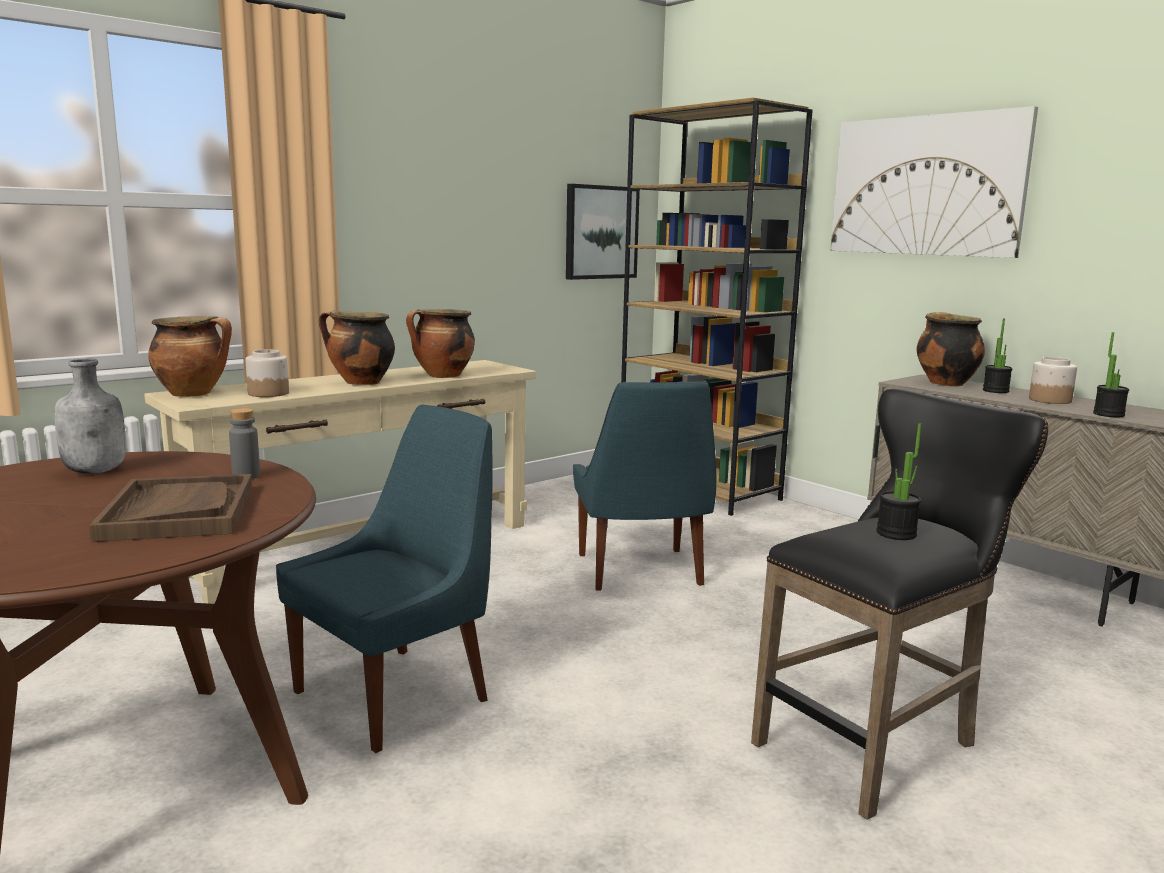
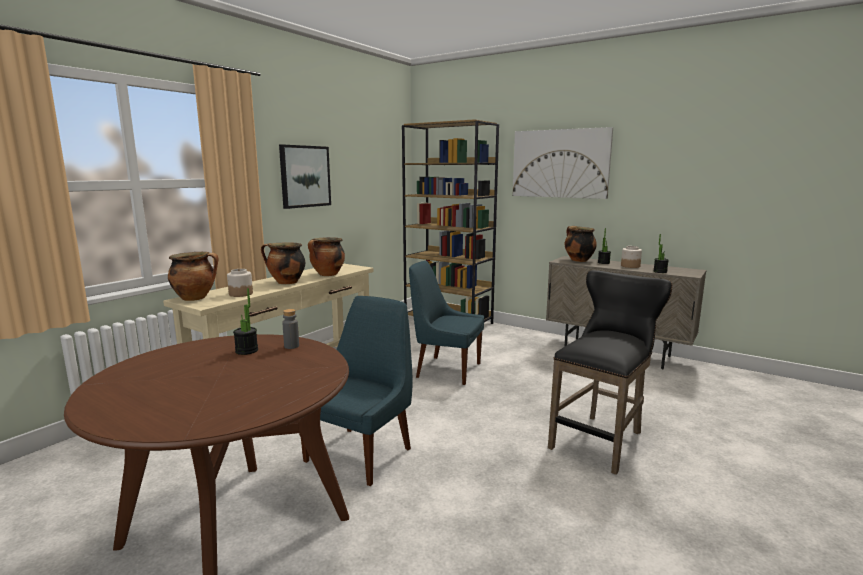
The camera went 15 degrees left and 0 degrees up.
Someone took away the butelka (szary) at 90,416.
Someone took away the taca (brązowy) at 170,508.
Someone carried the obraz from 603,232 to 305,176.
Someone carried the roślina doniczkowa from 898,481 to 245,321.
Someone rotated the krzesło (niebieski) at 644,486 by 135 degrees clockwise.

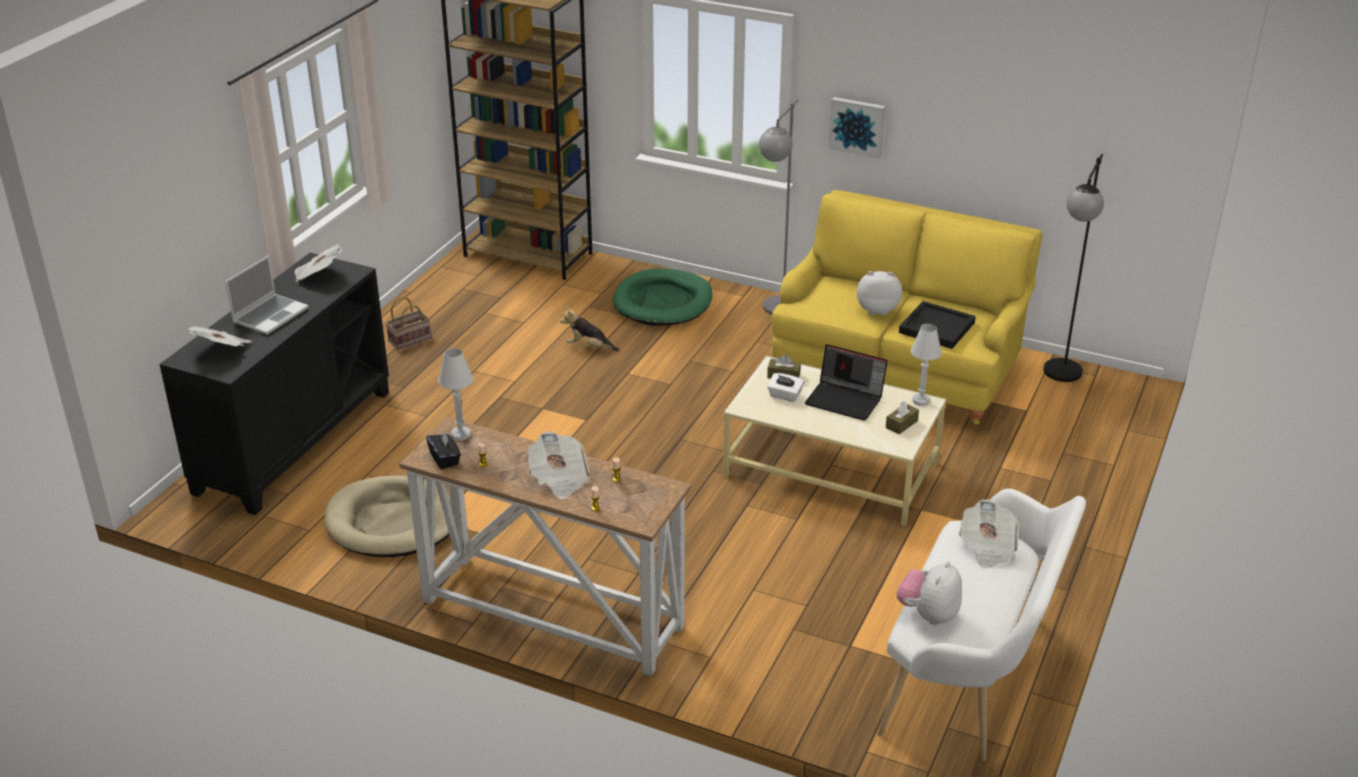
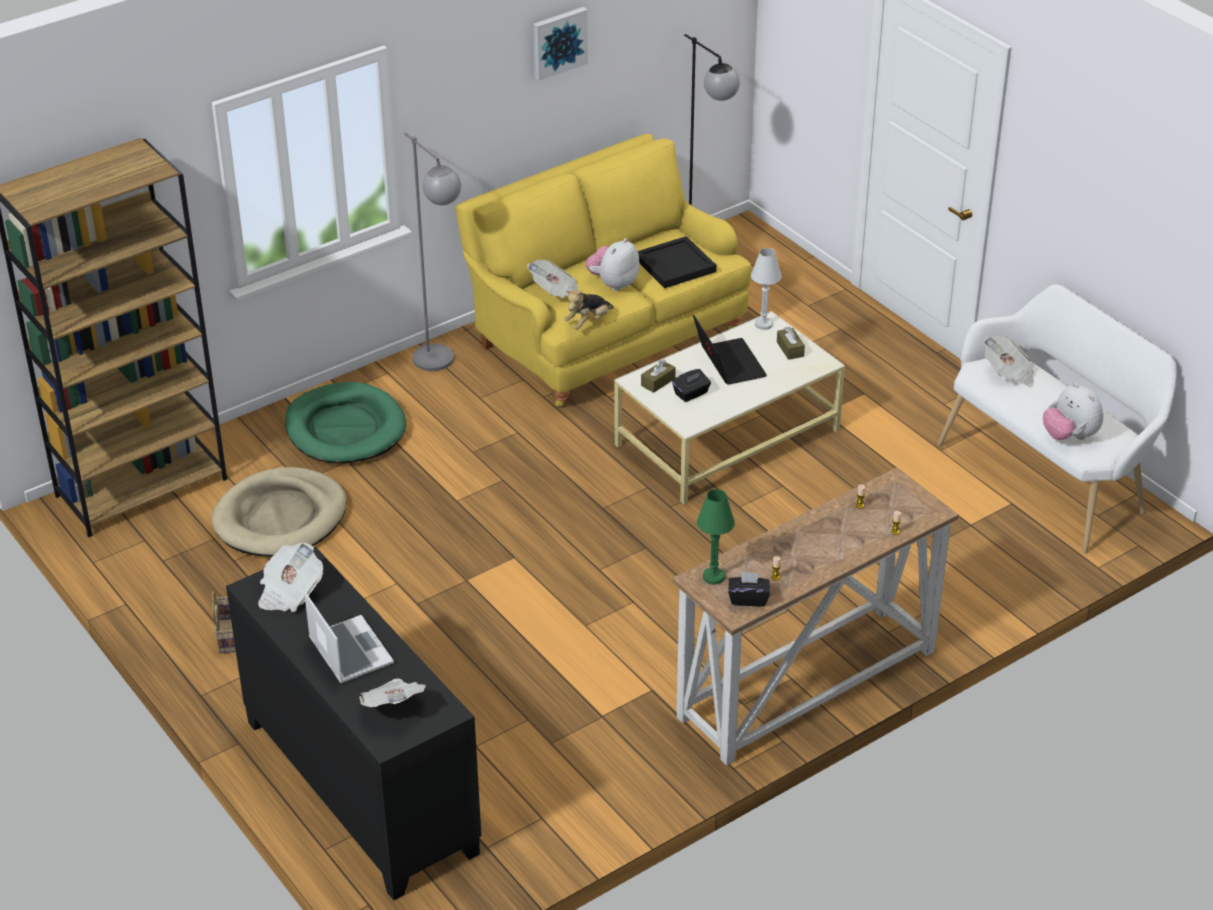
The camera went 60 degrees left and 5 degrees up.
Someone carried the legowisko (beżowy) from 388,516 to 279,512.
Someone carried the gazeta from 559,465 to 553,279.
Someone carried the pluszak from 589,328 to 589,310.
Someone carried the obraz from 857,128 to 560,44.
Someone repainted the lampa stołowa (biały) at 455,394, which became the lampa stołowa (zielony) at 716,537.
Someone repainted the pudełko chusteczek (biały) at 785,387, which became the pudełko chusteczek (czarny) at 691,385.
Someone rotated the laptop at 846,382 by 75 degrees counterclockwise.

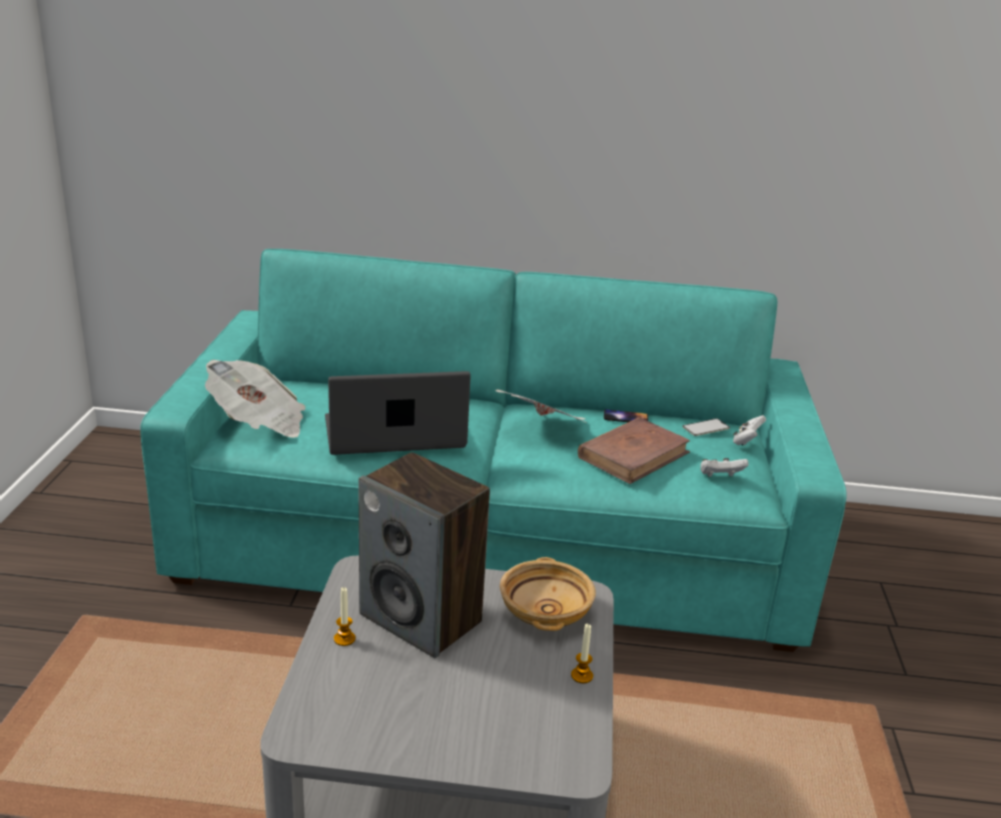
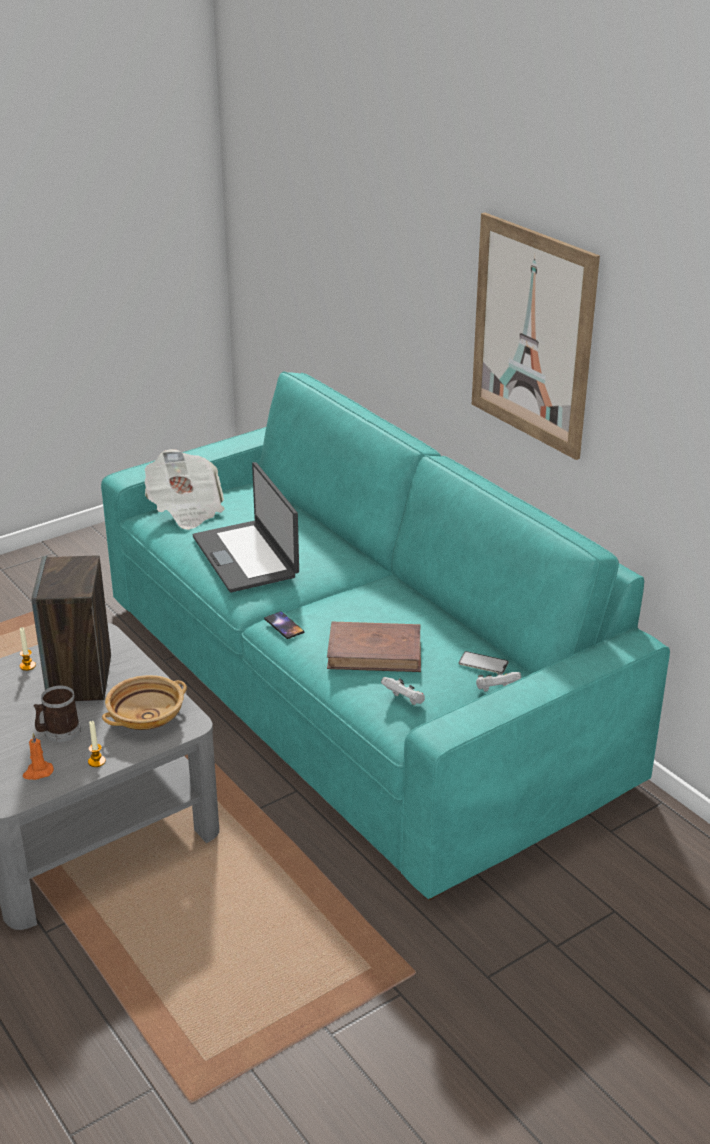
The camera went 50 degrees right and 5 degrees up.
Someone took away the gazeta at 541,406.
Someone put down the świeca (pomarańczowy) at 38,756.
Someone put down the kubek at 57,713.
Someone put up the obraz at 536,336.
Someone carried the telefon from 626,415 to 284,625.
Someone rotated the laptop at 398,413 by 150 degrees counterclockwise.

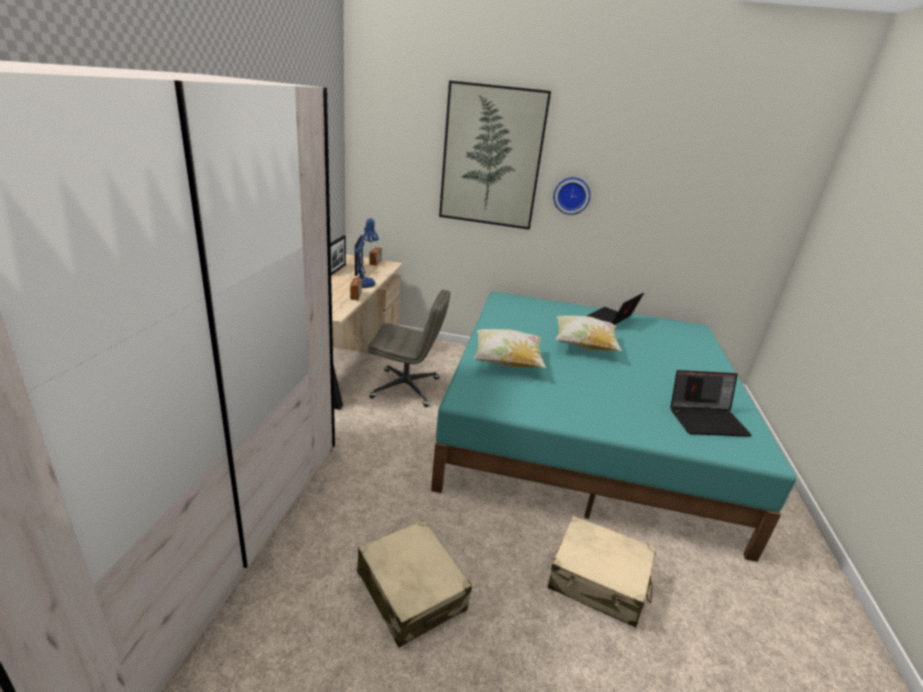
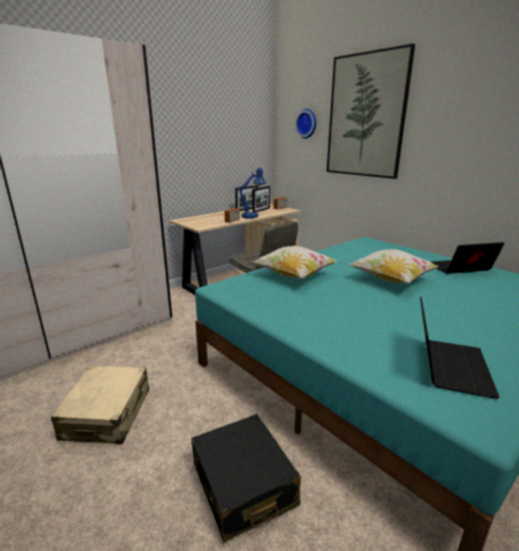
The camera went 40 degrees right and 5 degrees down.
Someone carried the zegar ścienny from 572,196 to 306,124.
Someone repainted the walizka (beżowy) at 602,571, which became the walizka (czarny) at 246,478.
Someone rotated the laptop at 711,403 by 105 degrees counterclockwise.

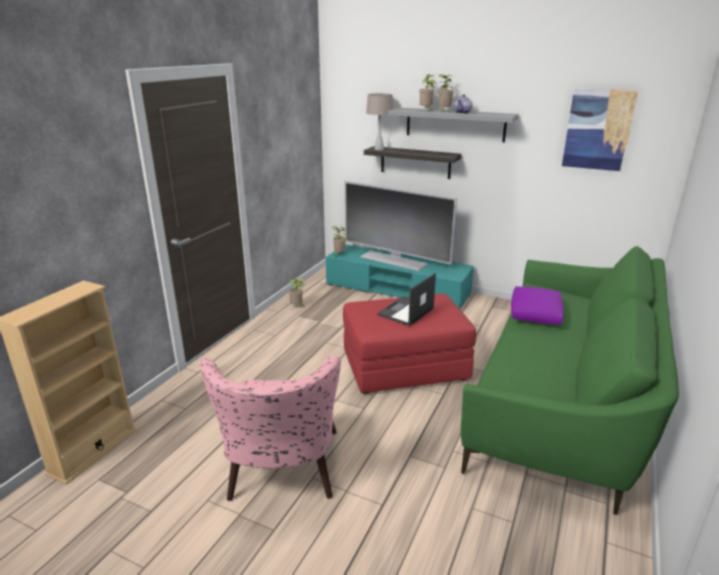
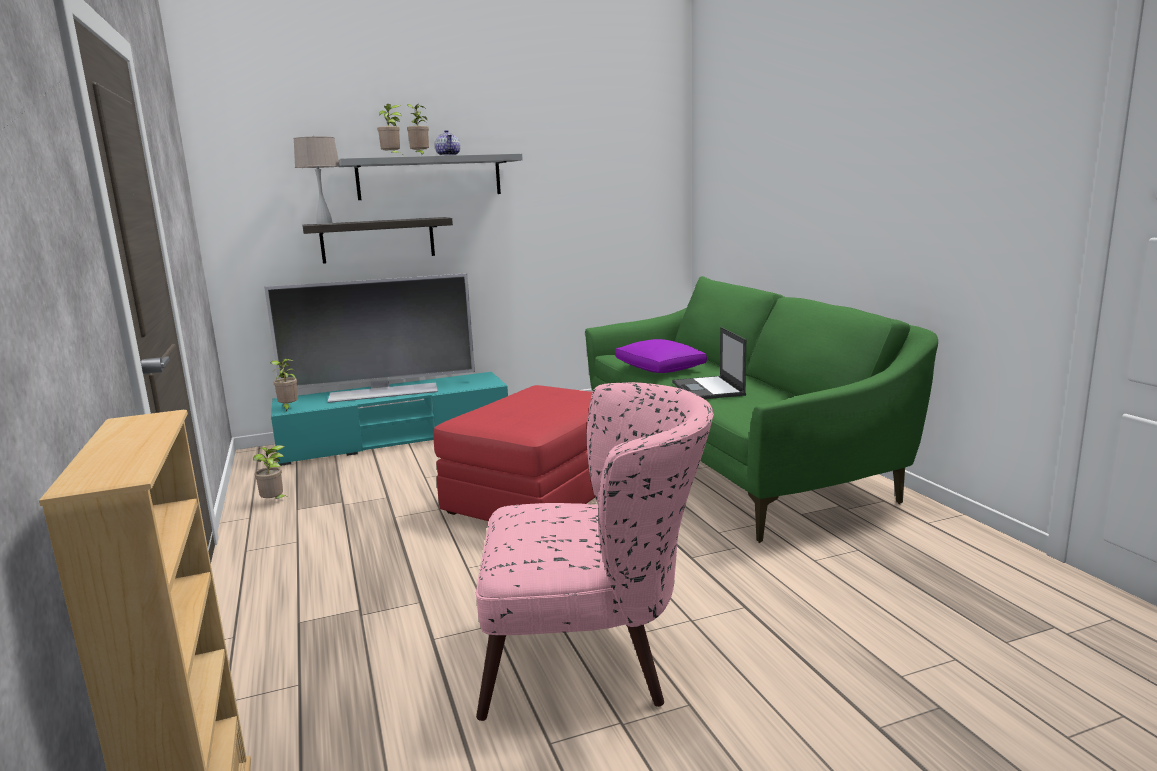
The camera went 45 degrees left and 10 degrees down.
Someone took away the obraz at 600,129.
Someone carried the laptop from 406,299 to 709,363.
Someone rotated the fotel (różowy) at 270,428 by 45 degrees counterclockwise.

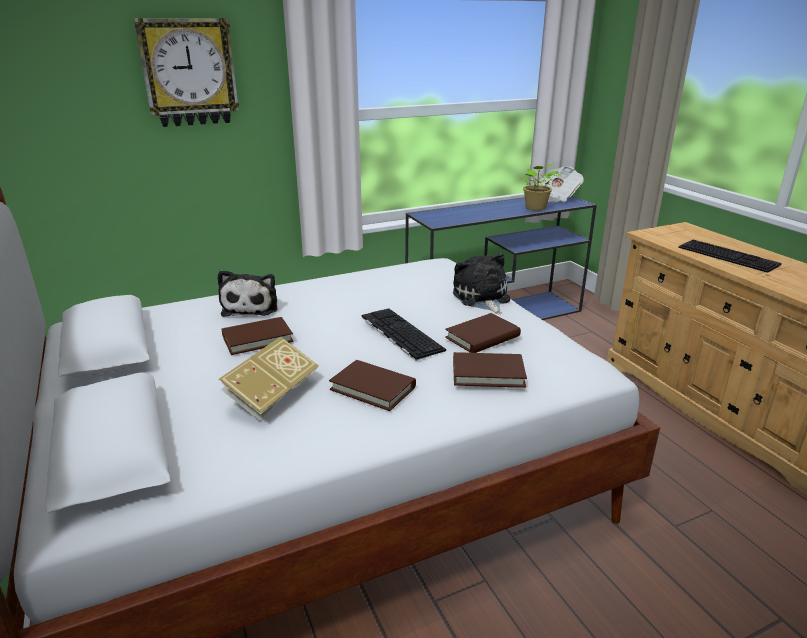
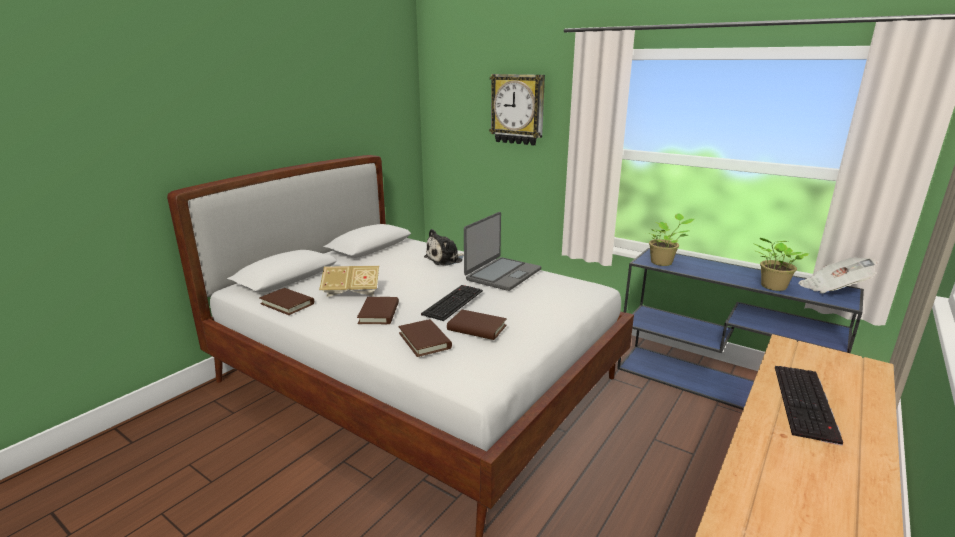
The camera went 60 degrees right and 5 degrees down.
Someone took away the pluszak at 481,283.
Someone put down the laptop at 502,251.
Someone put down the roślina doniczkowa at 670,239.
Someone carried the książka (brązowy) from 258,336 to 286,301.

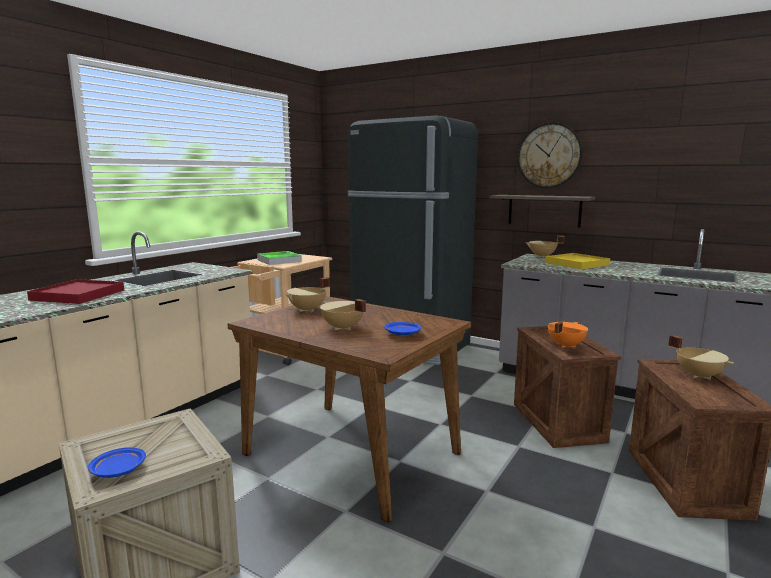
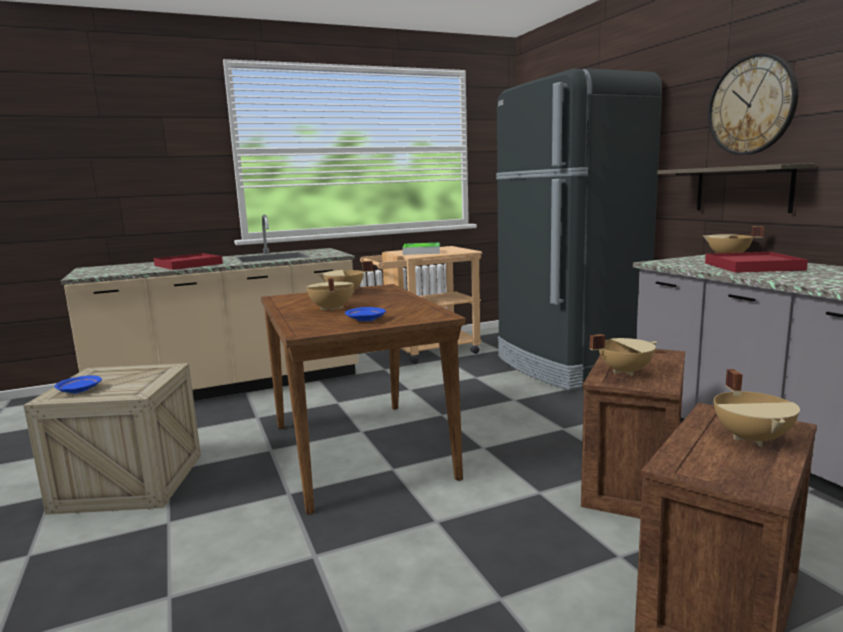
The camera went 35 degrees right and 0 degrees up.
Someone repainted the taca (żółty) at 577,261, which became the taca (czerwony) at 756,262.
Someone repainted the garnek (pomarańczowy) at 568,335, which became the garnek (beżowy) at 623,354.

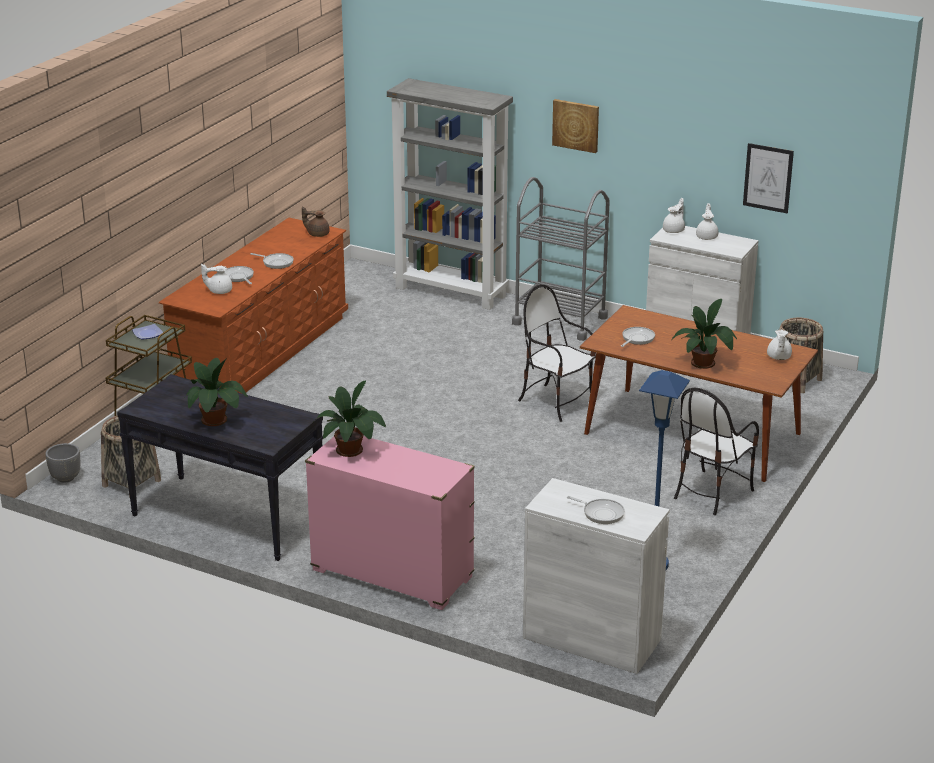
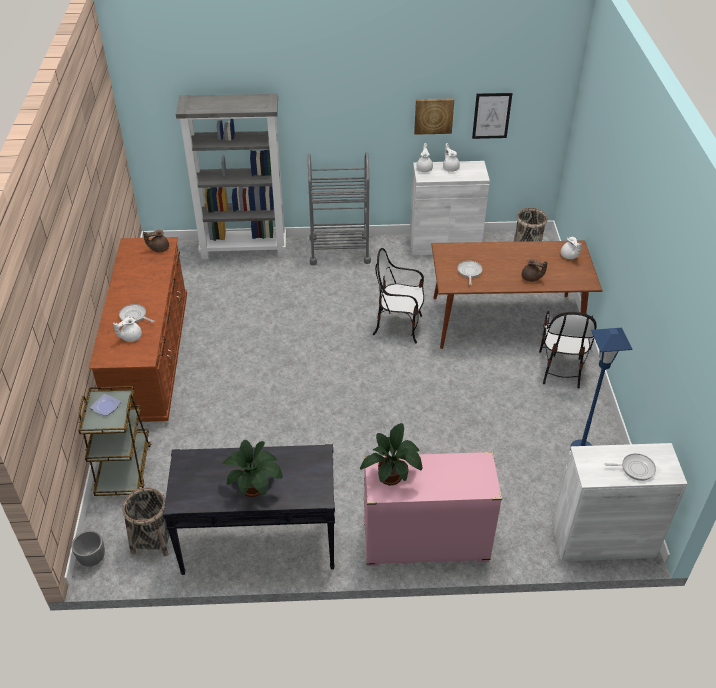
The camera went 30 degrees left and 15 degrees up.
Someone took away the patelnia at 272,261.
Someone carried the obraz from 575,126 to 434,116.
Someone swapped the roślina doniczkowa at 704,334 for the imbryk (brązowy) at 534,270.

